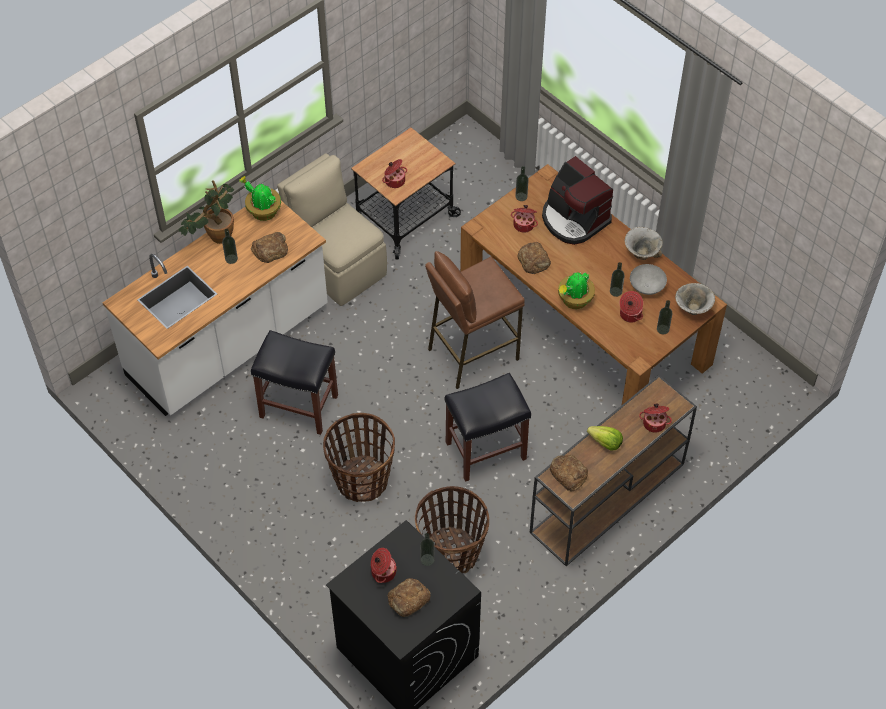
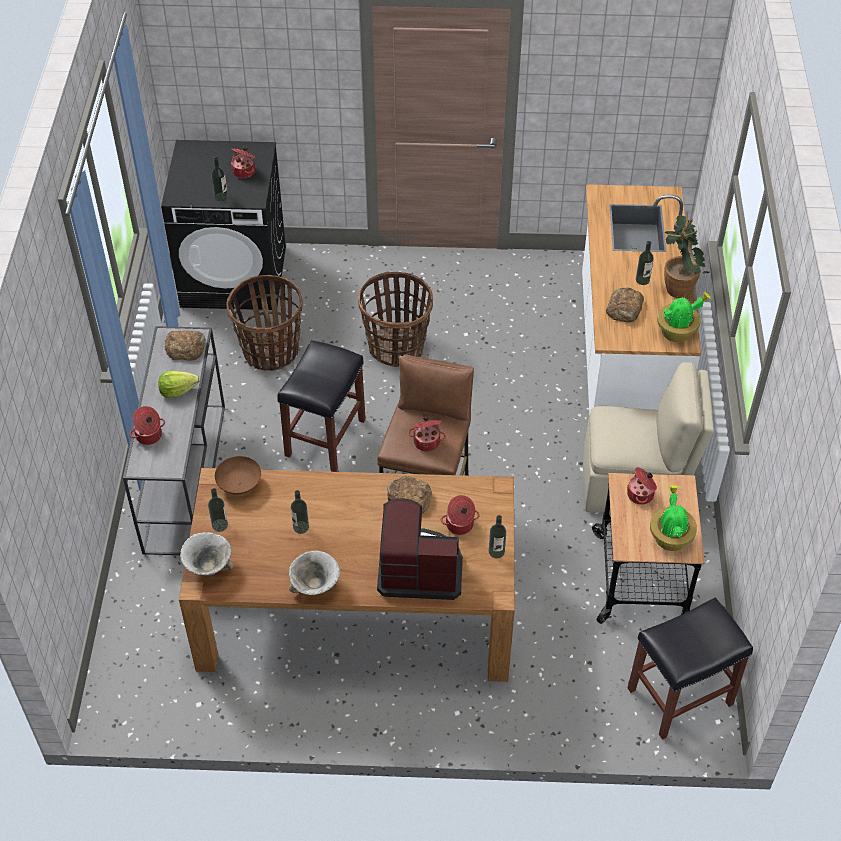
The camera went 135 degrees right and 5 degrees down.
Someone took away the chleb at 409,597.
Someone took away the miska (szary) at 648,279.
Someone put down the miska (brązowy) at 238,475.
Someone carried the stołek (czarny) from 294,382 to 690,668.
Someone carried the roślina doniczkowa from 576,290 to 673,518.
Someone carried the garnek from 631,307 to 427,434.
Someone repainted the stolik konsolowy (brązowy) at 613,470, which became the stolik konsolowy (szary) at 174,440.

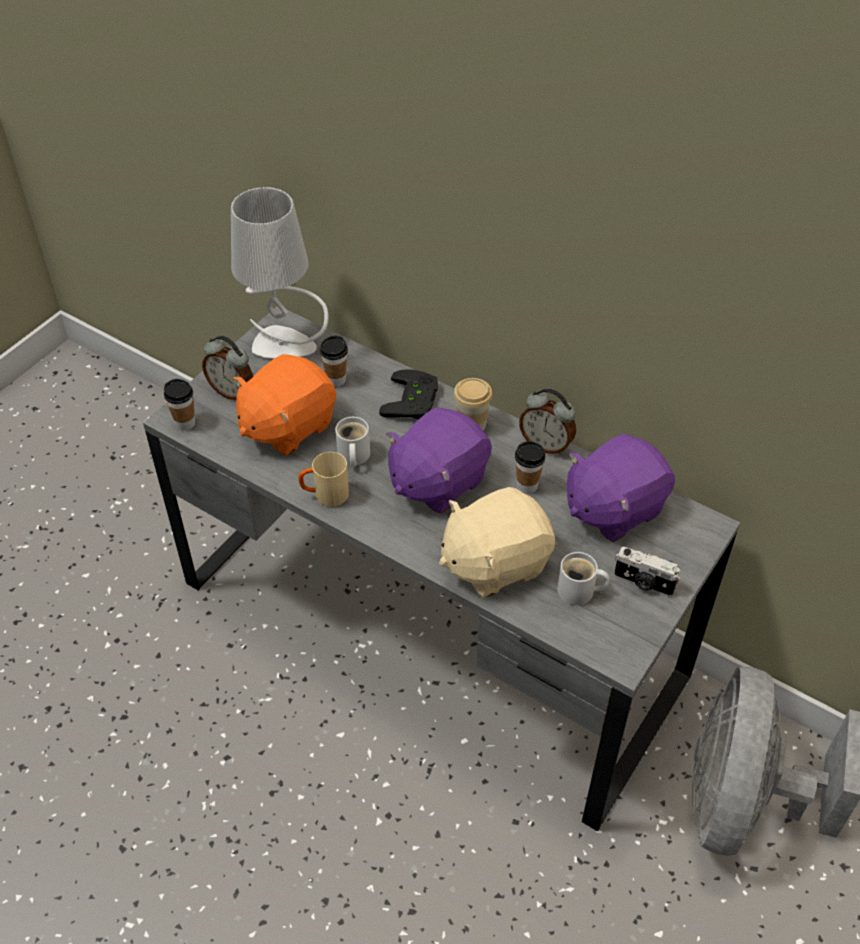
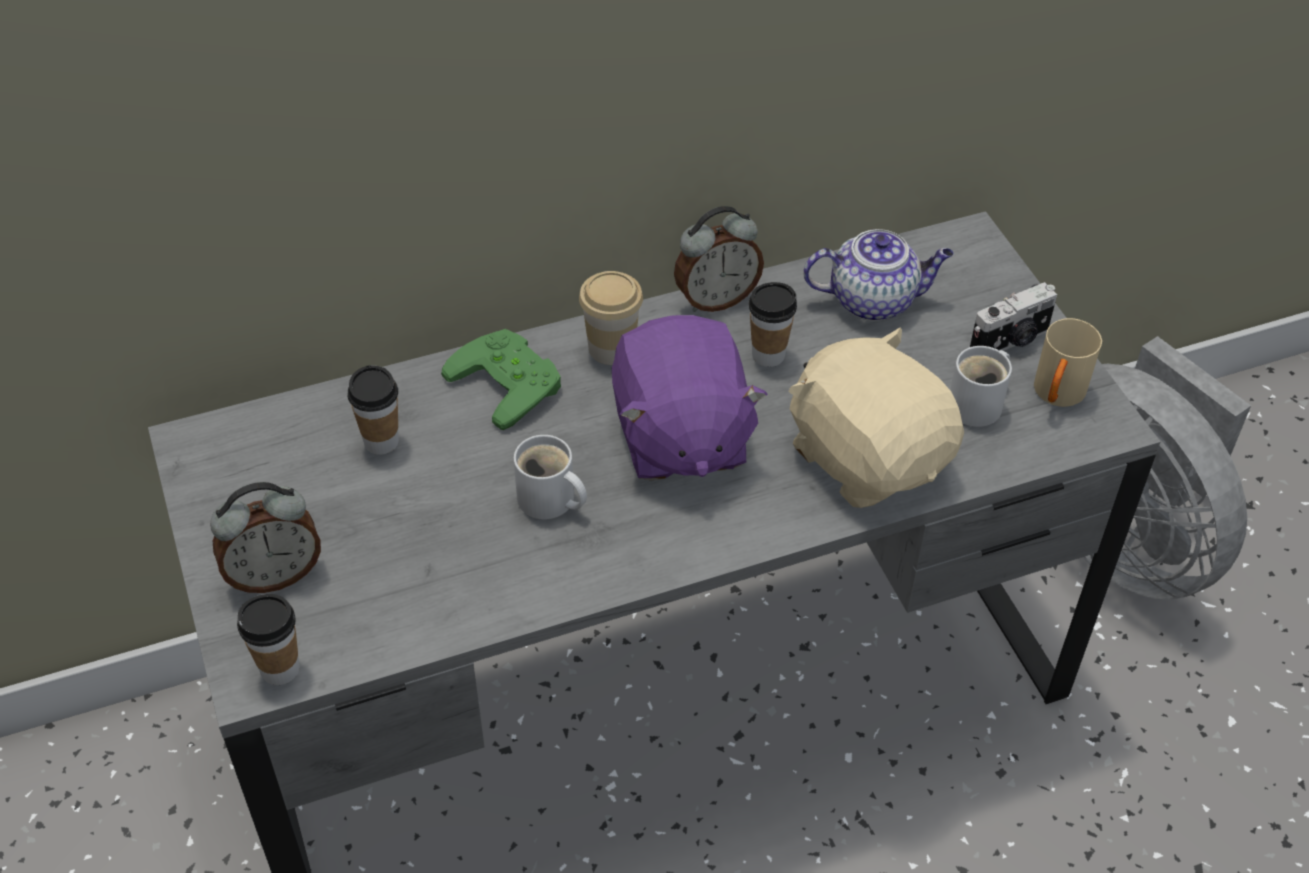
The camera went 55 degrees left and 0 degrees up.
Someone took away the lampa stołowa (szary) at 279,273.
Someone took away the pluszak (pomarańczowy) at 284,405.
Someone carried the kubek (beżowy) from 324,479 to 1068,362.
Someone swapped the pluszak (fioletowy) at 621,488 for the imbryk at 878,275.
Someone repainted the pad do gier (czarny) at 408,394, which became the pad do gier (zielony) at 501,379.
Someone rotated the pluszak (beżowy) at 497,542 by 135 degrees clockwise.

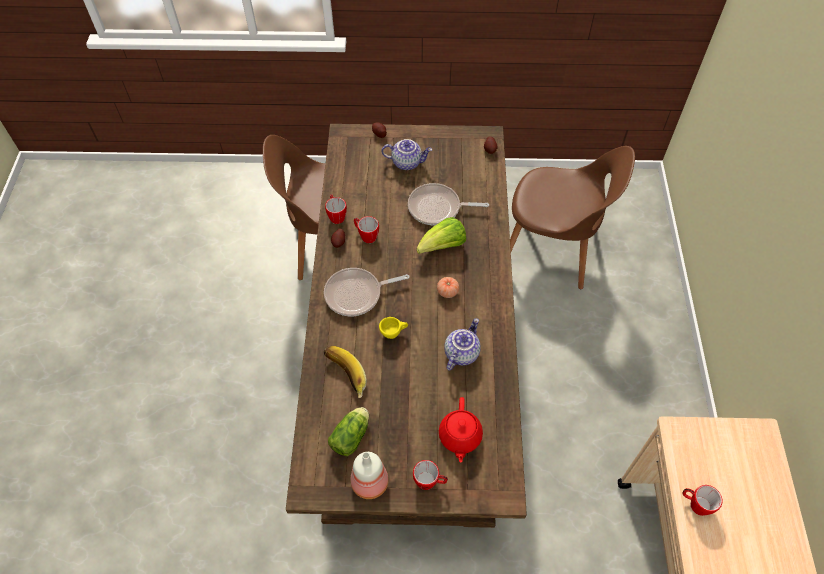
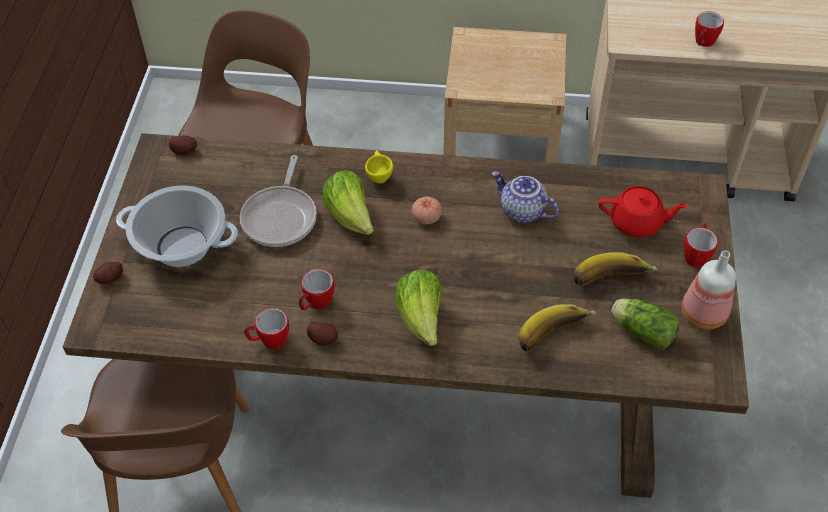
The camera went 85 degrees left and 5 degrees down.
Someone put down the szafka nocna (beżowy) at 505,95.
Someone put down the banan at 615,269.
Someone carried the filiżanka (żółty) from 393,328 to 379,166.
Someone swapped the patelnia at 366,292 for the sałata at 419,308.
Someone swapped the imbryk at 407,154 for the garnek at 177,226.

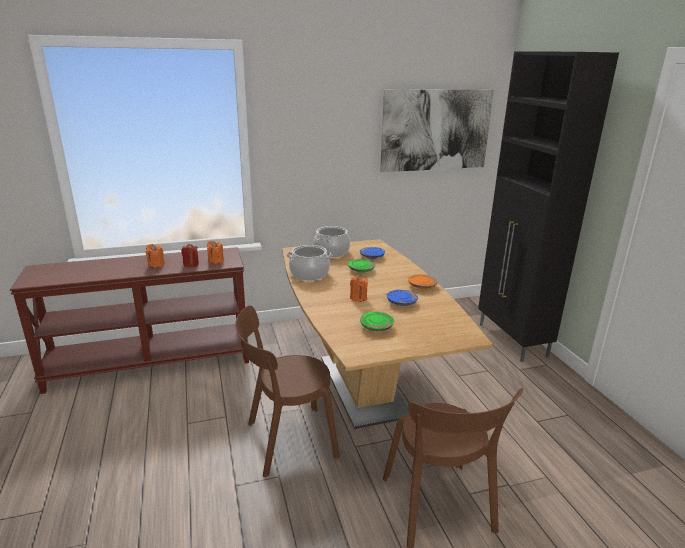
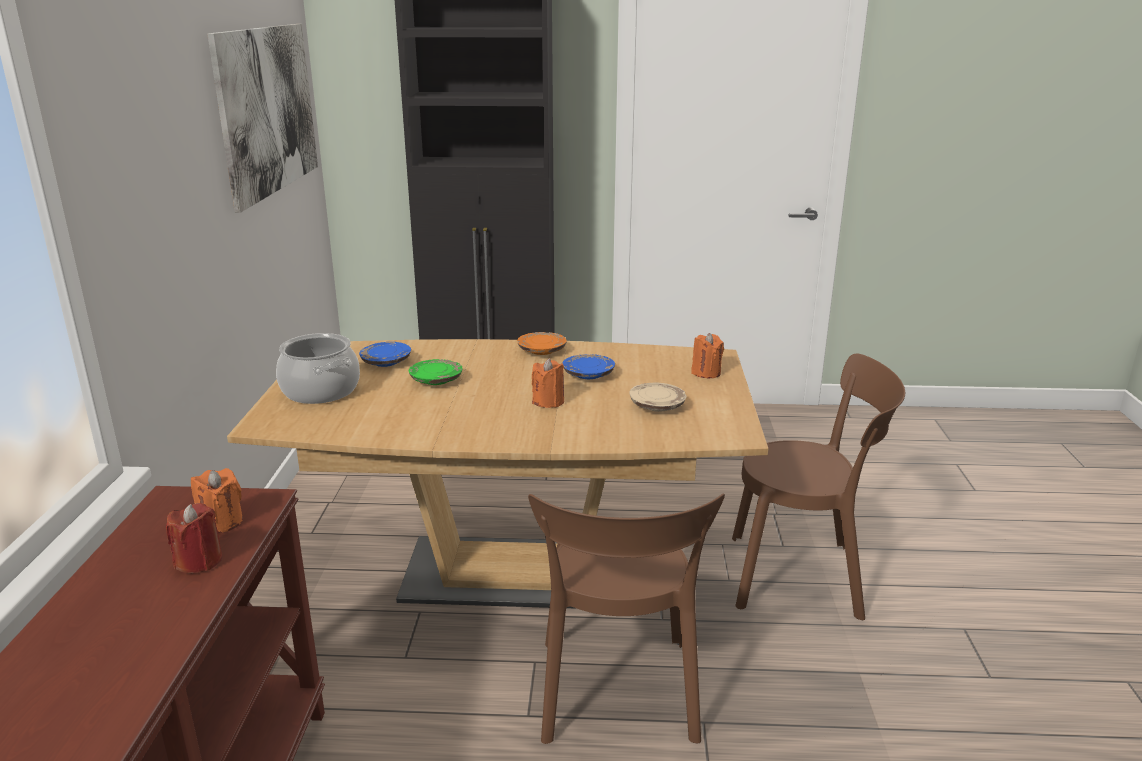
The camera went 70 degrees left and 0 degrees up.
Someone took away the garnek at 309,262.
Someone carried the świeca (pomarańczowy) from 155,256 to 707,355.
Someone repainted the talerz (zielony) at 377,321, which became the talerz (beżowy) at 658,397.

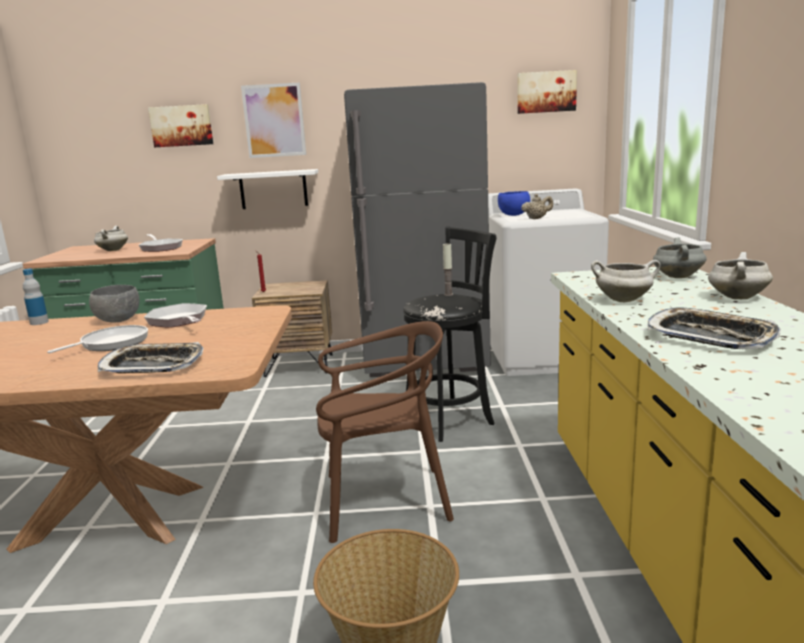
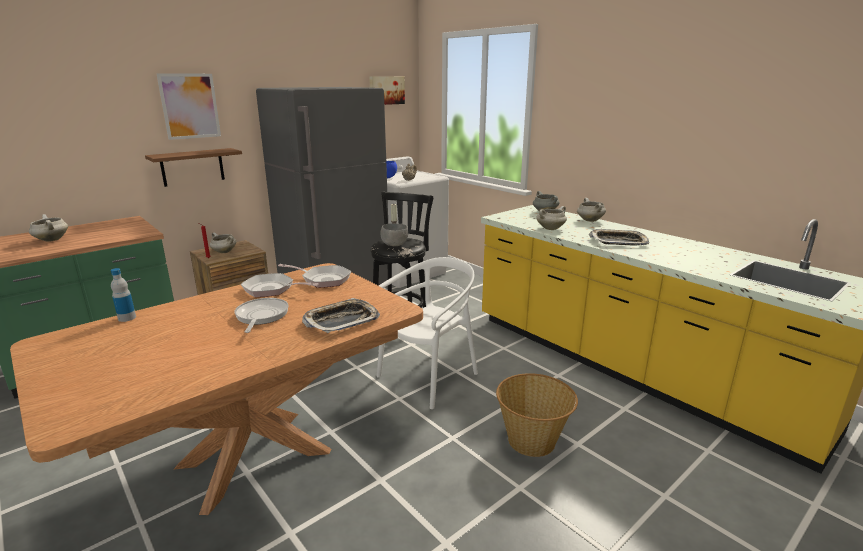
The camera went 40 degrees left and 5 degrees up.
Someone took away the obraz at 180,125.
Someone put down the garnek (biały) at 223,242.
Someone carried the miska (szary) from 114,304 to 394,234.
Someone carried the patelnia from 161,243 to 314,276.
Someone repainted the półka (biały) at 267,189, which became the półka (brązowy) at 193,167.
Someone repainted the krzesło (brązowy) at 385,432, which became the krzesło (biały) at 427,333.

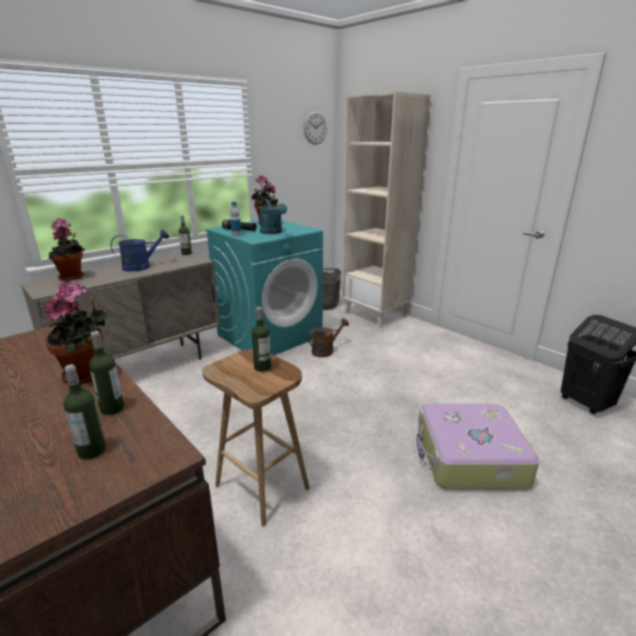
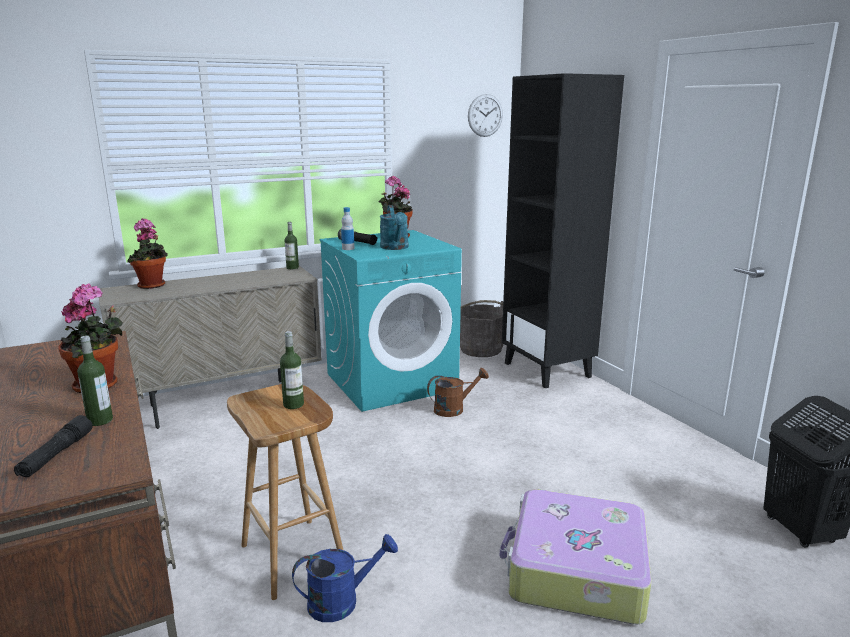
The camera went 15 degrees right and 5 degrees down.
Someone carried the konewka (niebieski) from 140,250 to 345,578.
Someone swapped the butelka at 84,412 for the latarka (czarny) at 53,446.
Someone repainted the regał (beżowy) at 386,210, which became the regał (czarny) at 563,230.

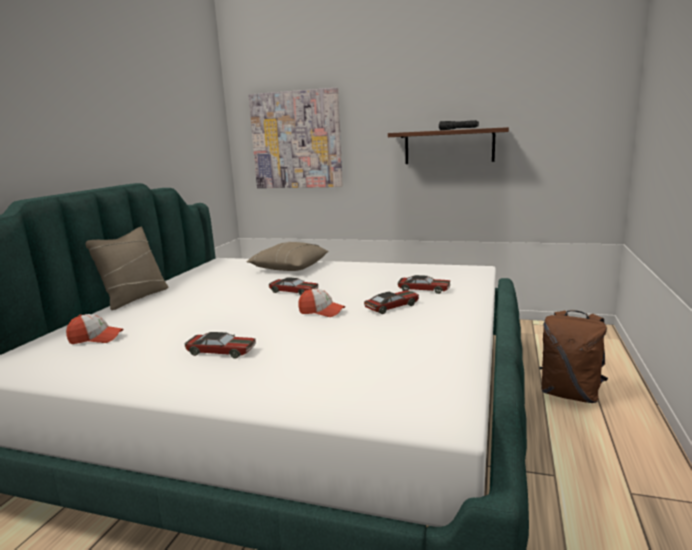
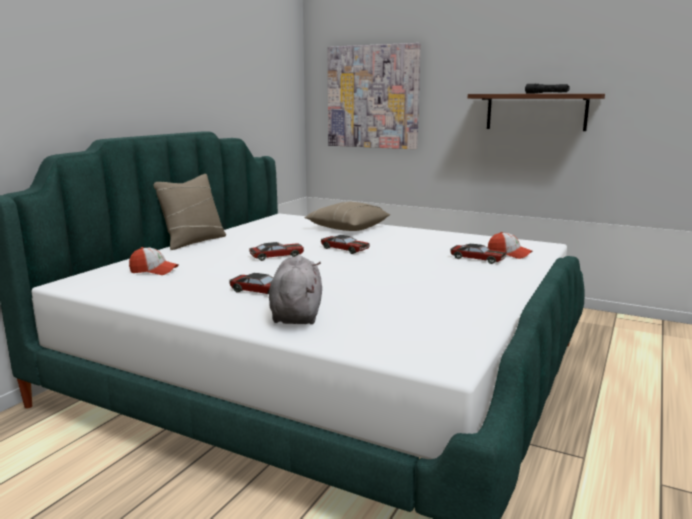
The camera went 10 degrees right and 0 degrees up.
Someone took away the plecak (brązowy) at 573,356.
Someone put down the pluszak (szary) at 295,289.
Someone carried the czapka z daszkiem from 321,302 to 510,245.
Someone carried the samochodzik from 391,302 to 276,251.

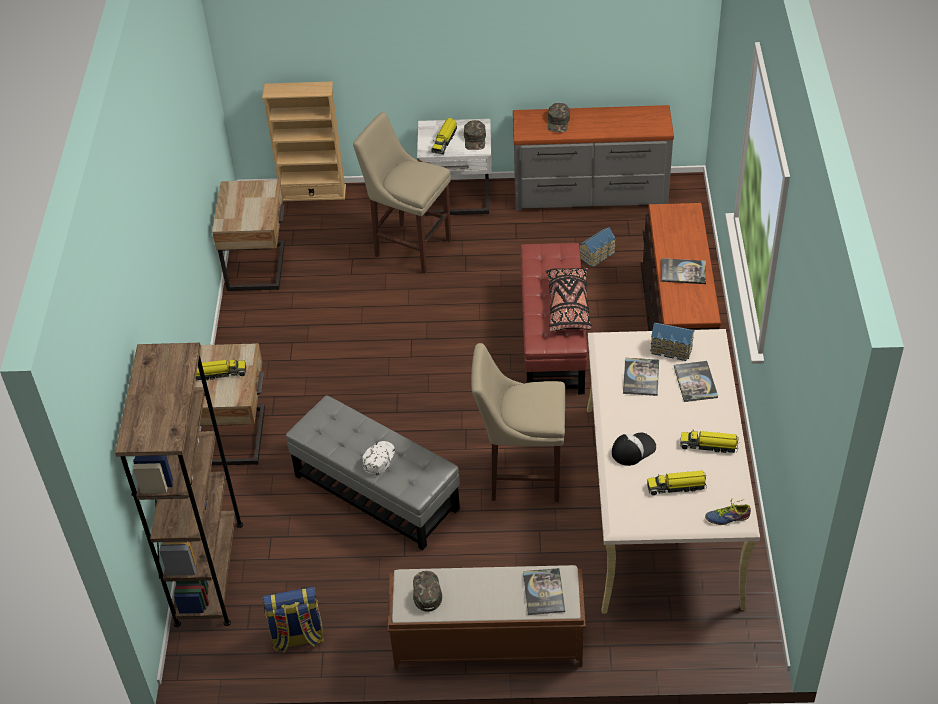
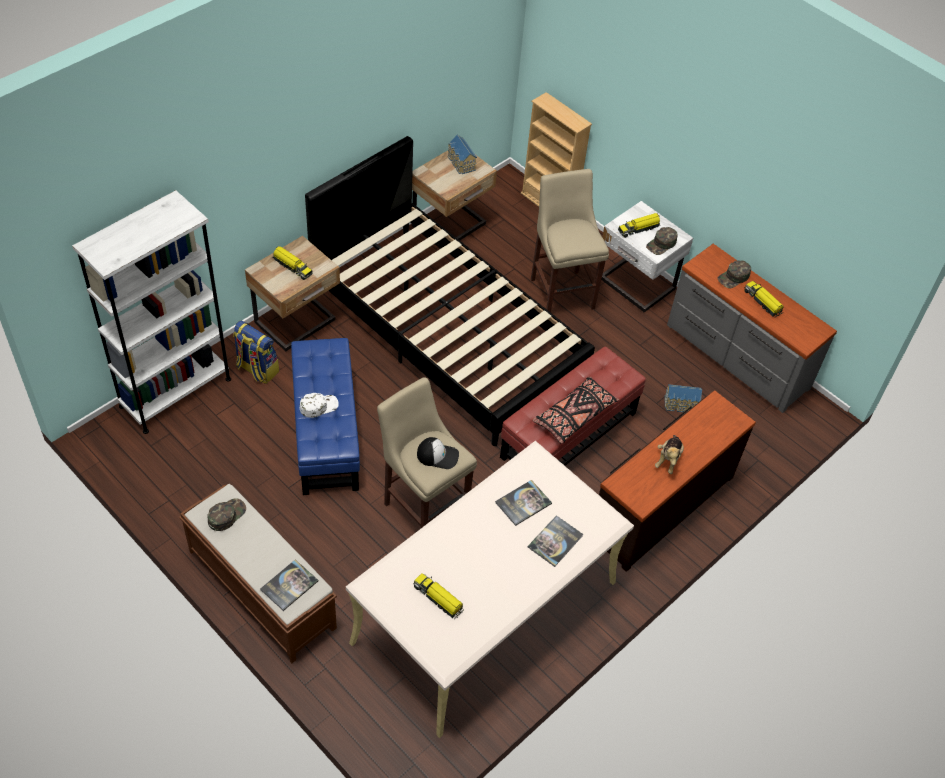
The camera went 40 degrees right and 5 degrees up.
Someone took away the but at 728,511.
Someone put down the łóżko (czarny) at 450,291.
Someone carried the plecak from 293,620 to 256,352.
Someone carried the czapka z daszkiem from 634,449 to 438,453.
Someone carried the domek from 672,342 to 462,154.
Someone carried the ciężarówka zabawkowa from 709,442 to 764,299.
Someone swapped the książka at 683,271 for the pluszak at 669,454.
Someone repainted the regał (brązowy) at 179,485, which became the regał (biały) at 151,312.
Someone repainted the pufa (szary) at 373,472, which became the pufa (niebieski) at 325,416.

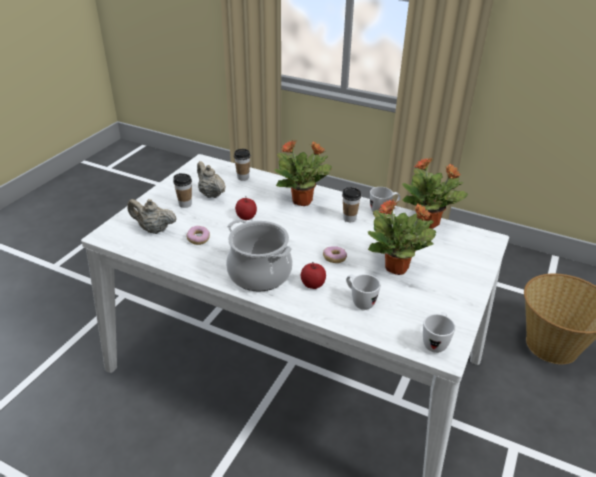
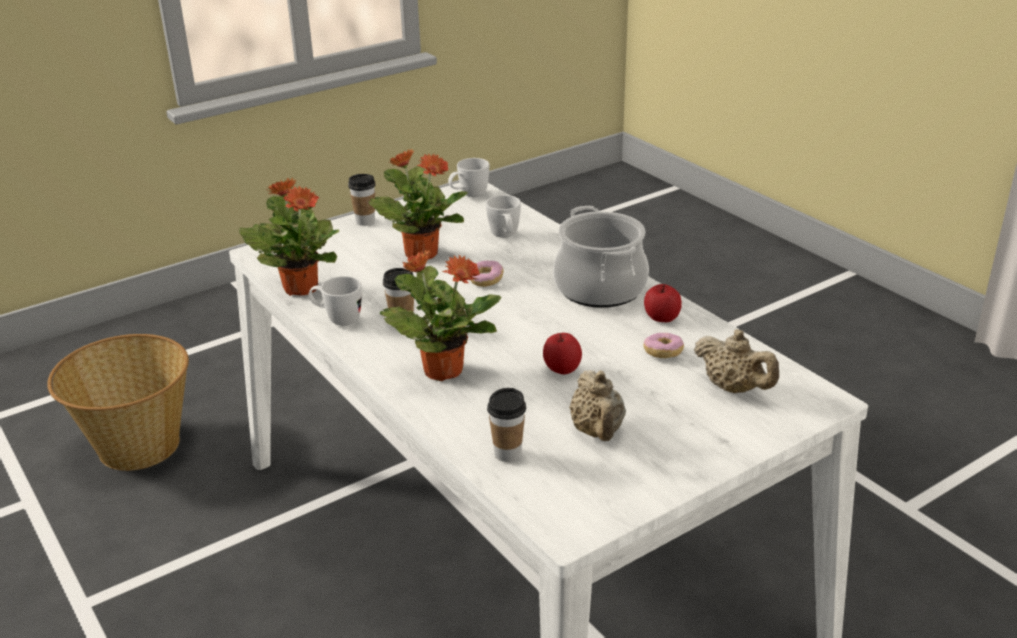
The camera went 150 degrees left and 5 degrees down.
Someone carried the filiżanka from 182,190 to 362,200.
Someone carried the jabłko from 313,275 to 663,303.

